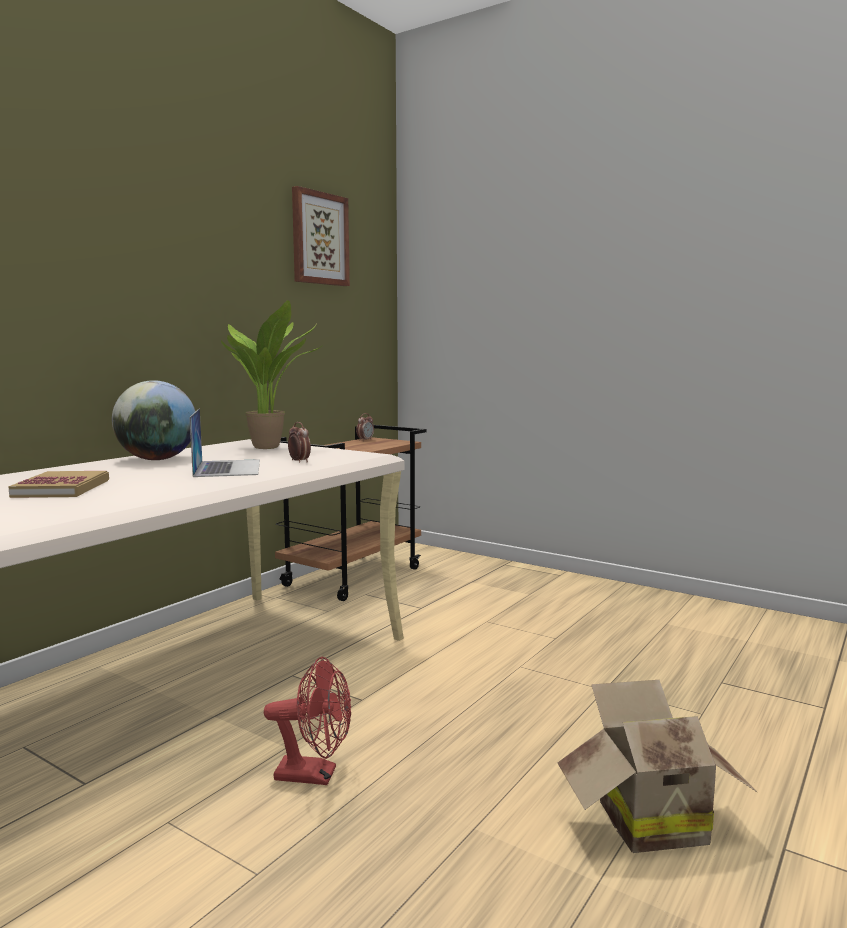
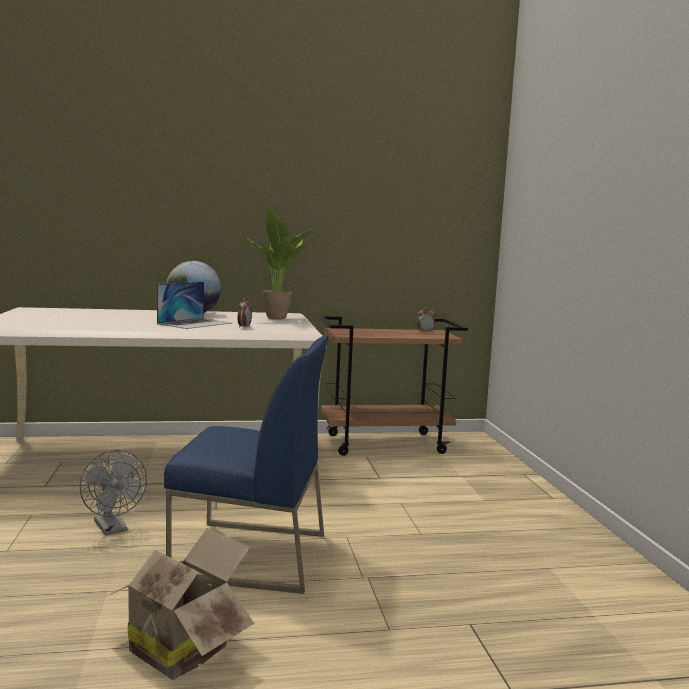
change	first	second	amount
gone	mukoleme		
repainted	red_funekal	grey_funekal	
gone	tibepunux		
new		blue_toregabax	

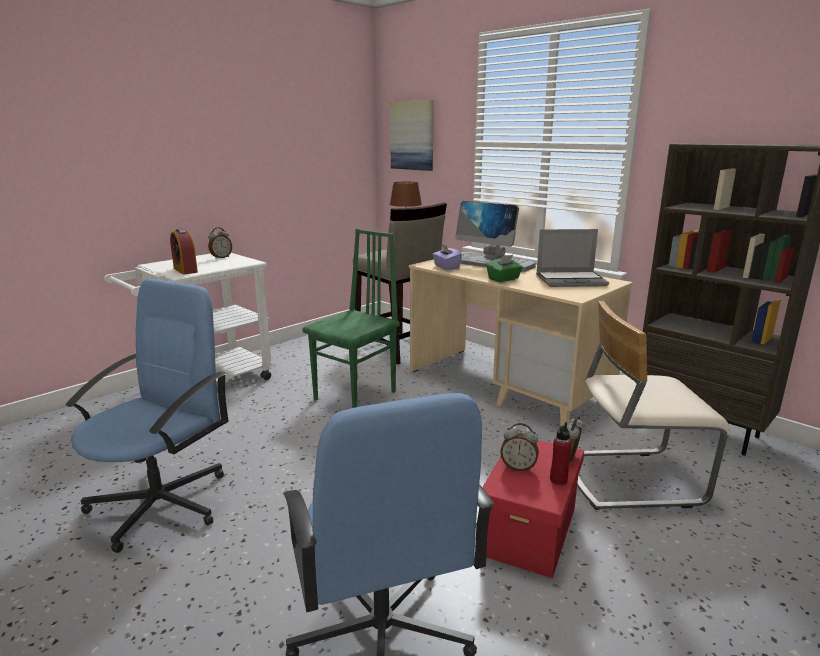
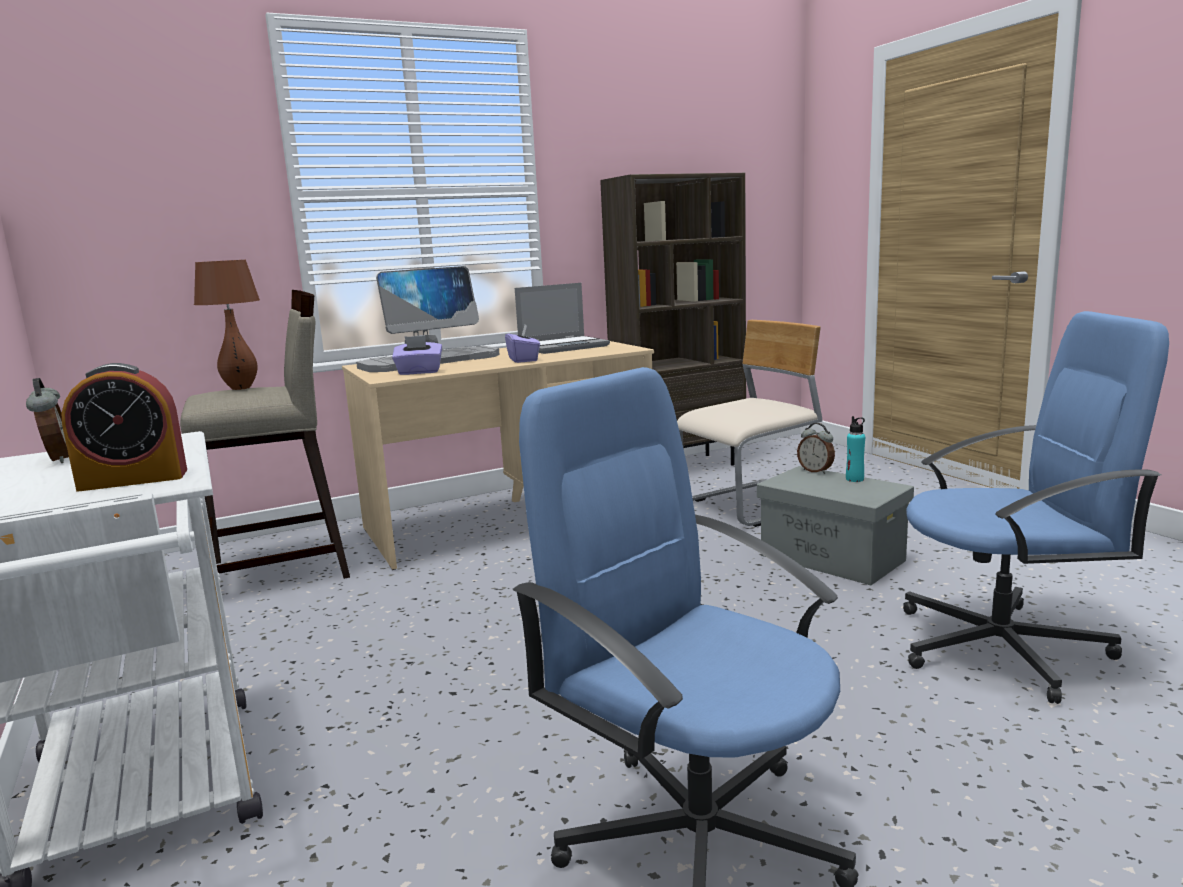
change	first	second	amount
gone	green_toregabax		
gone	tibepunux		
repainted	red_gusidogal	grey_gusidogal	
repainted	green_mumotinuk	purple_mumotinuk (no. 2 from left)	
gone	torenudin (no. 3 from left)		
rotated	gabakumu		45 degrees clockwise
repainted	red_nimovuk	turquoise_nimovuk	
rotated	beige_toregabax		135 degrees counterclockwise

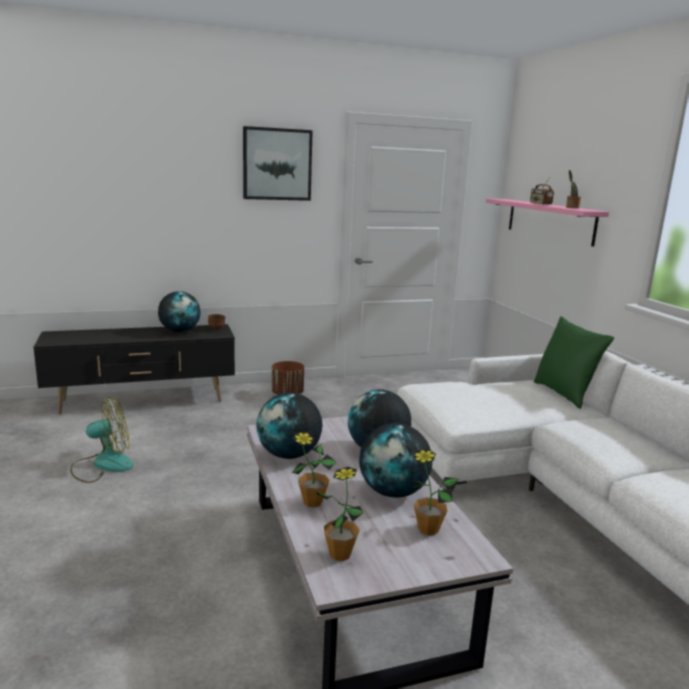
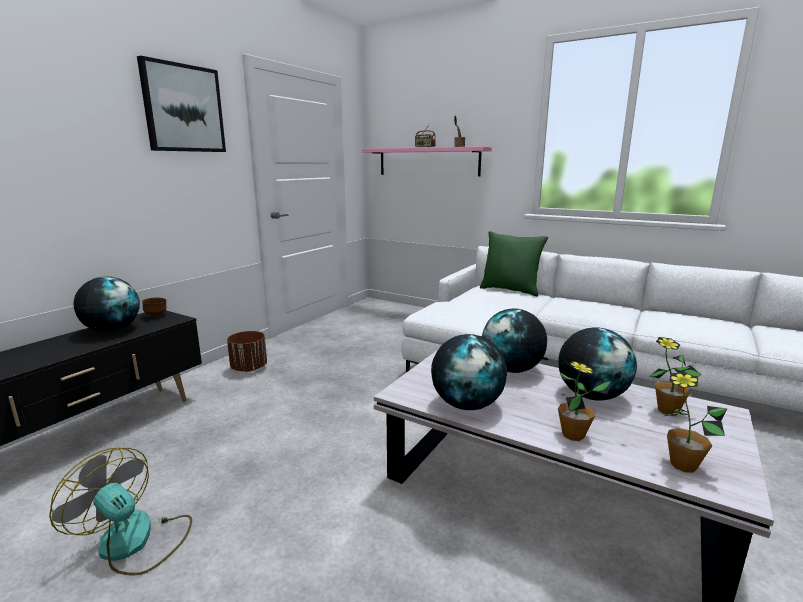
change	first	second	amount
rotated	funekal		90 degrees counterclockwise

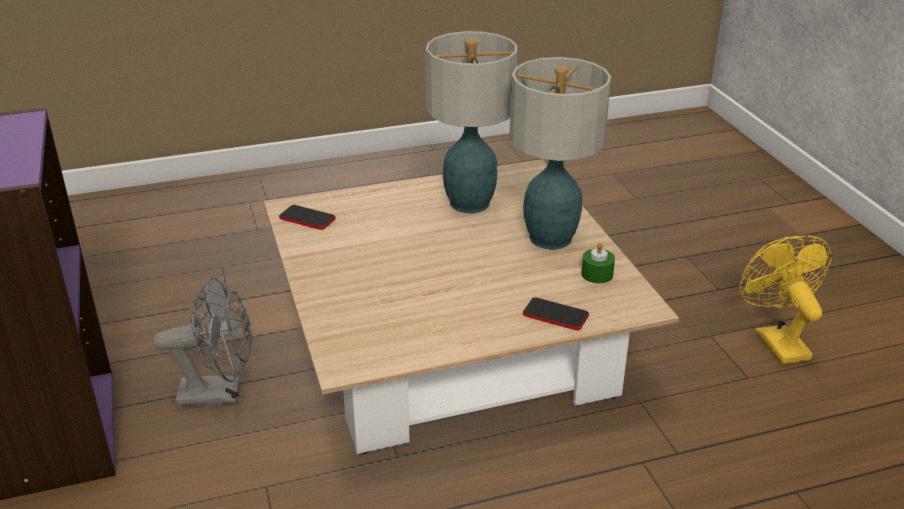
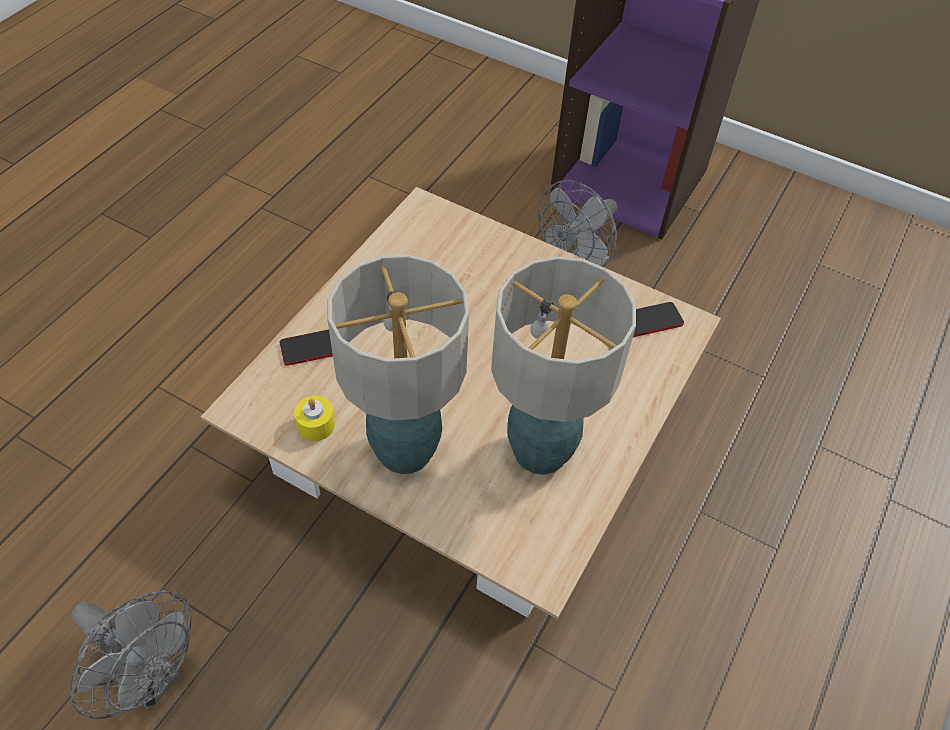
change	first	second	amount
repainted	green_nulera	yellow_nulera	
repainted	yellow_funekal	grey_funekal (no. 1 from left)	

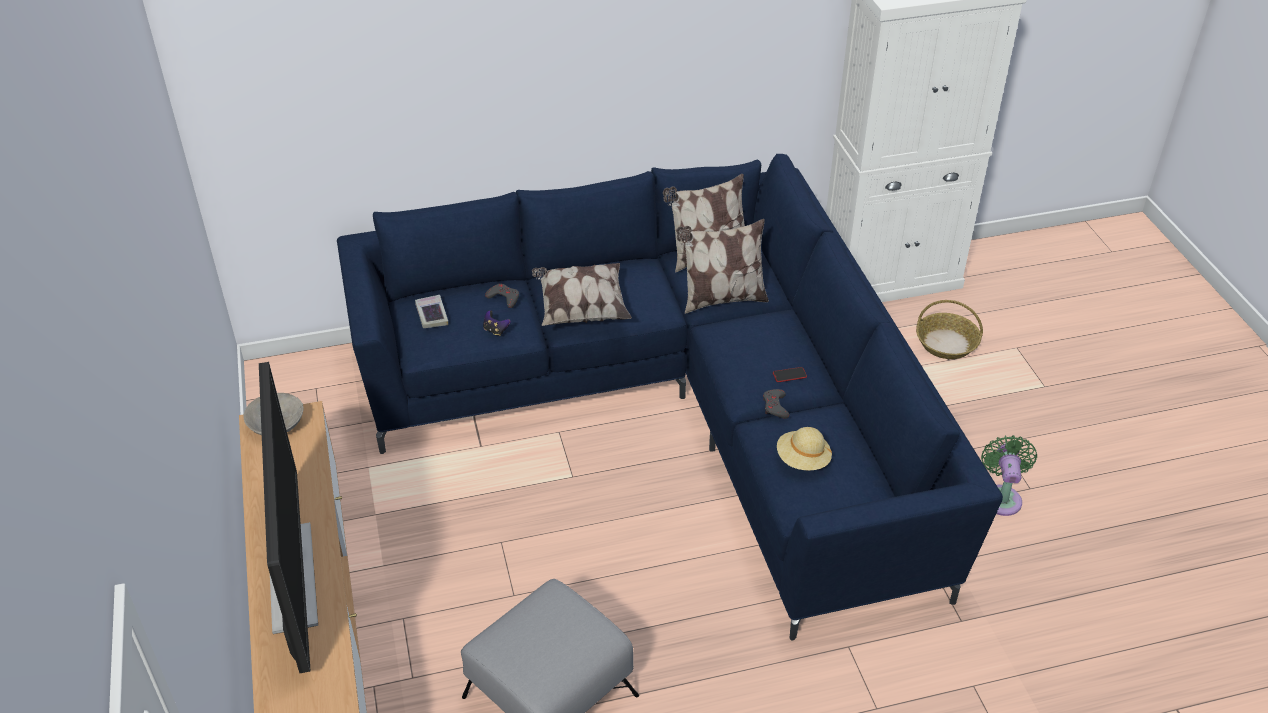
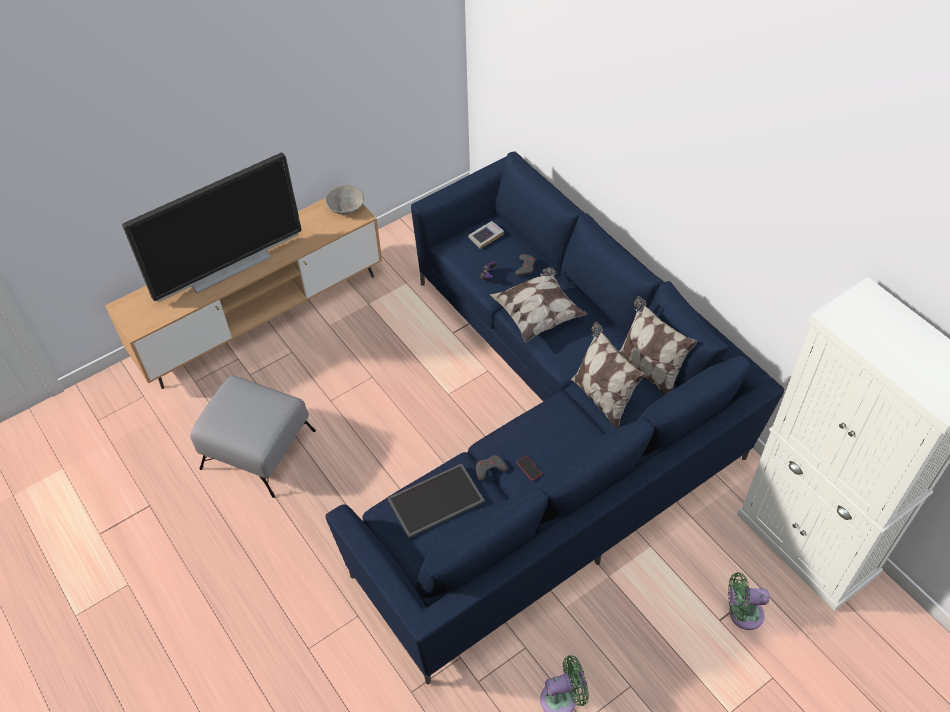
change	first	second	amount
swapped	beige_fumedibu	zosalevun	
swapped	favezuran	green_funekal (no. 2 from left)	

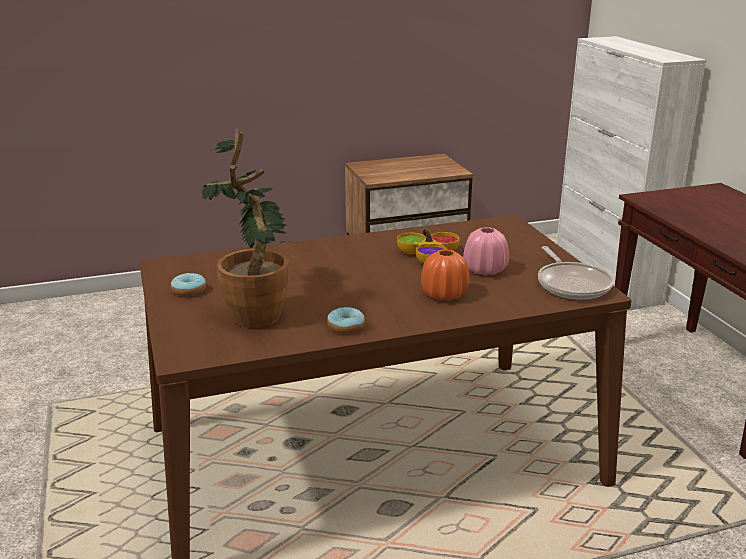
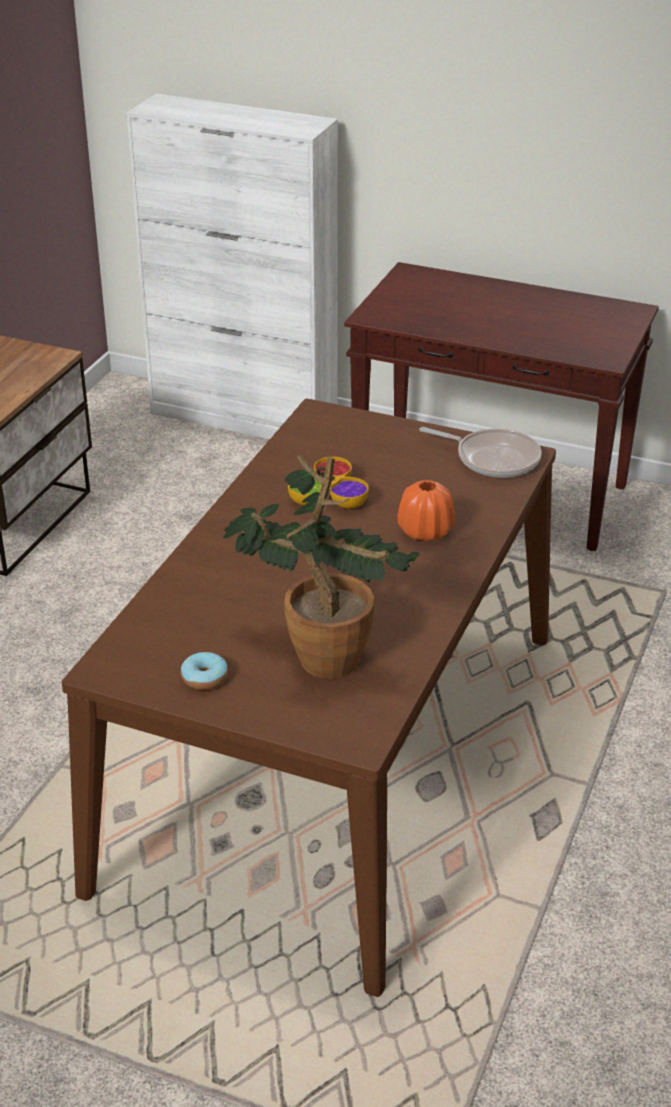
change	first	second	amount
gone	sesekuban (no. 2 from left)		
gone	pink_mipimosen		

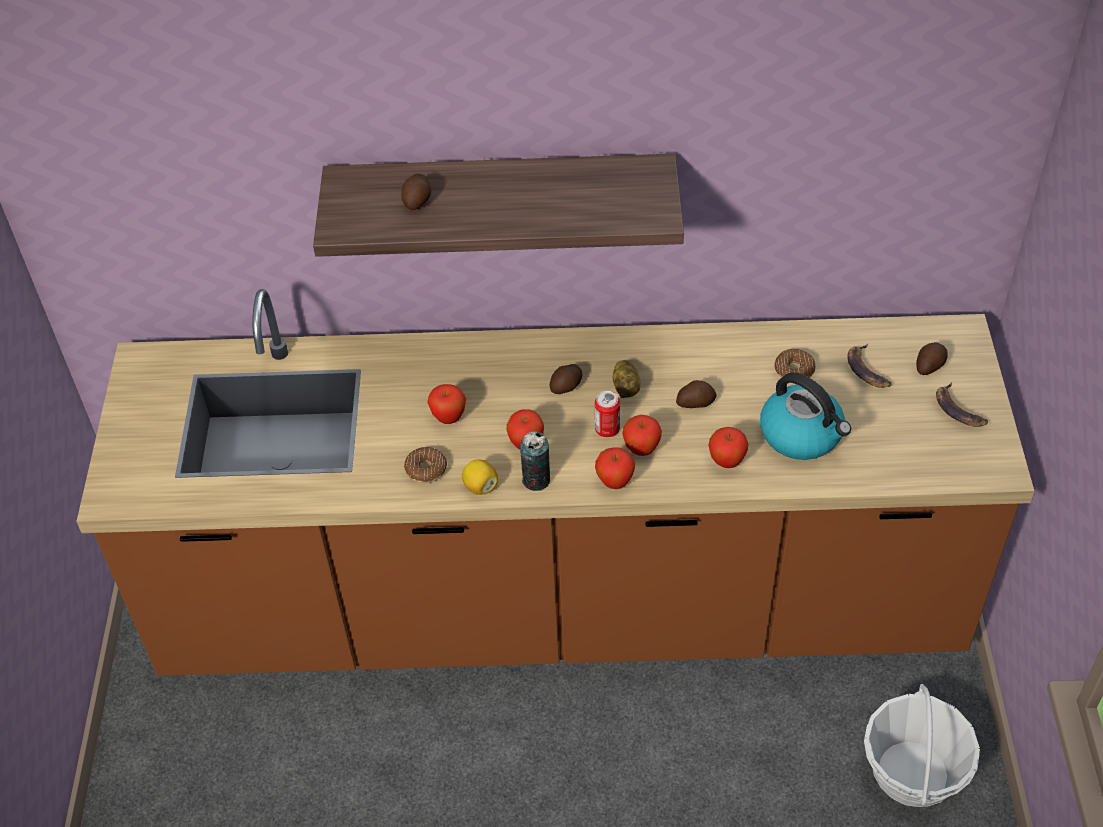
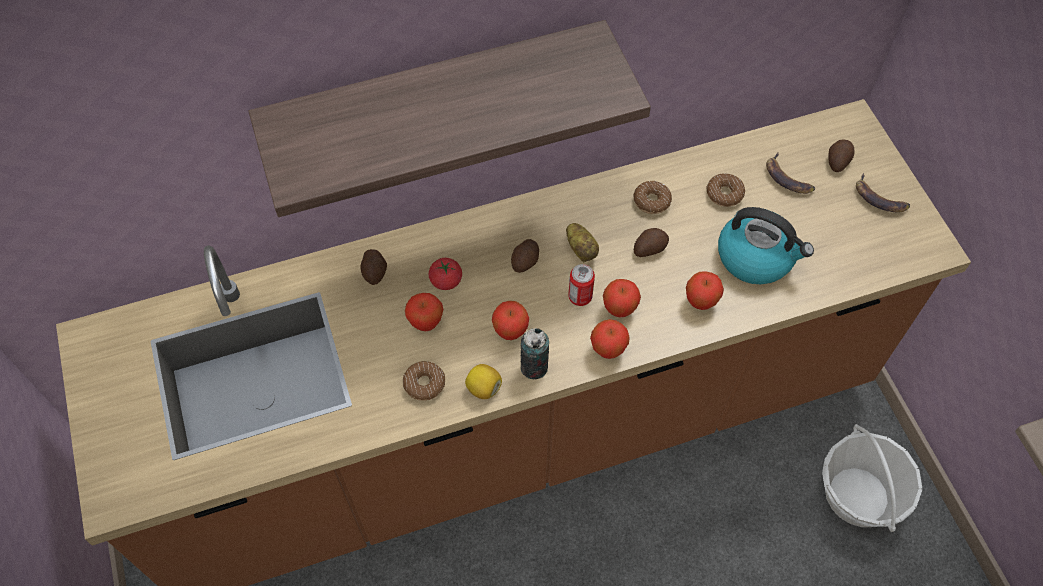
change	first	second	amount
shifted	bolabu (no. 1 from left)		
new		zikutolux	
new		sesekuban (no. 2 from left)	

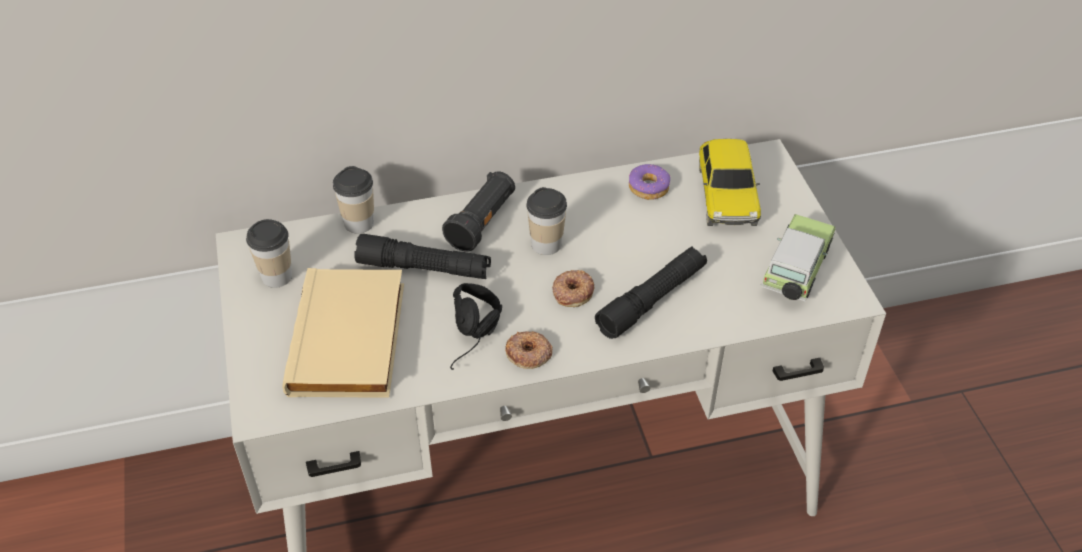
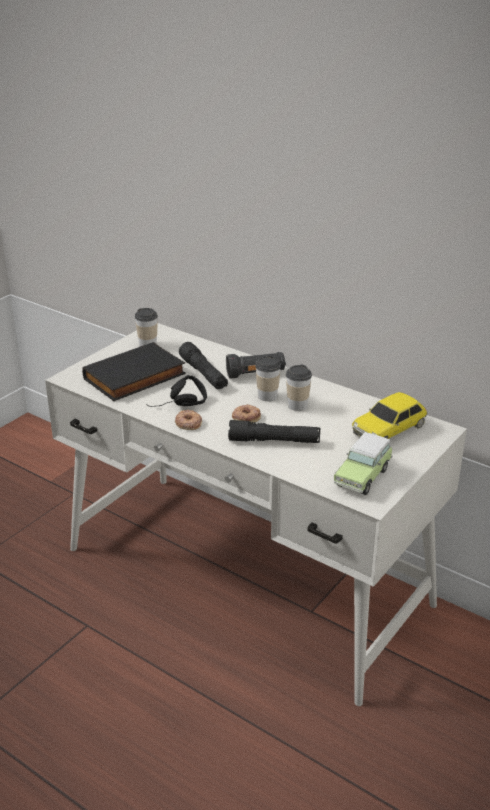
change	first	second	amount
repainted	beige_mukoleme	black_mukoleme	
shifted	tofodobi (no. 2 from left in the first image)	tofodobi (no. 3 from left)	
gone	sesekuban (no. 3 from left)		
rotated	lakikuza (no. 2 from left in the first image)	lakikuza (no. 1 from left)	135 degrees clockwise

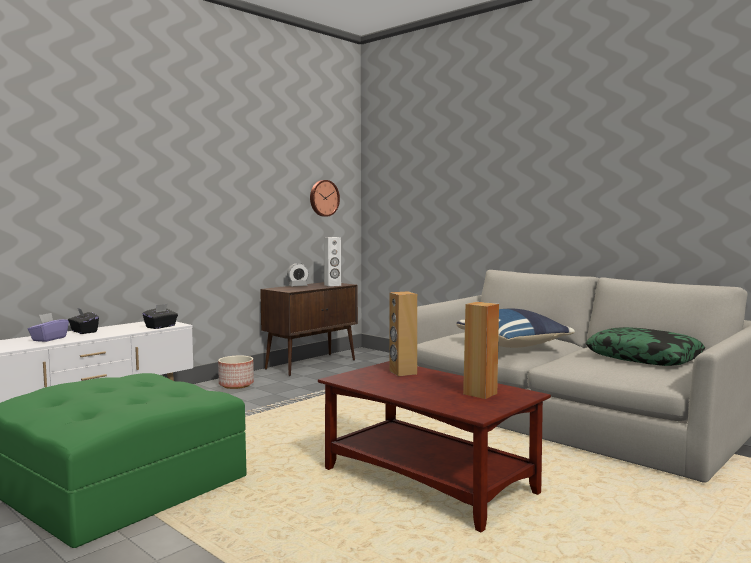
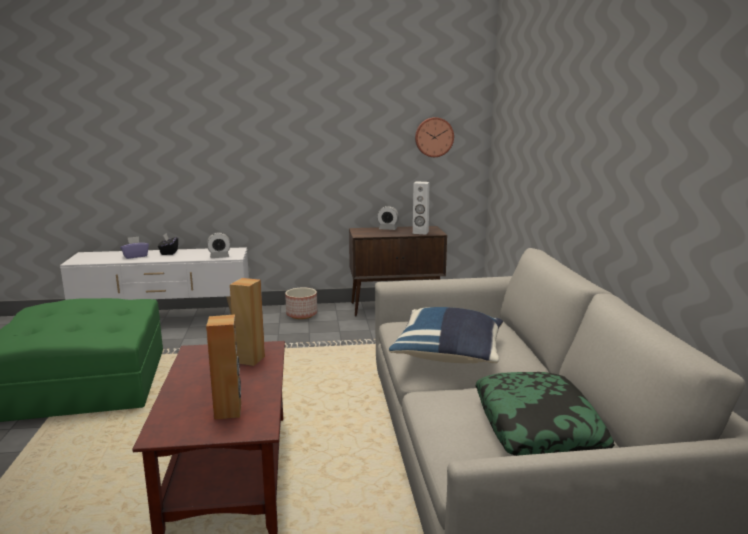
change	first	second	amount
swapped	black_mumotinuk (no. 2 from left)	torenudin (no. 1 from left)	

